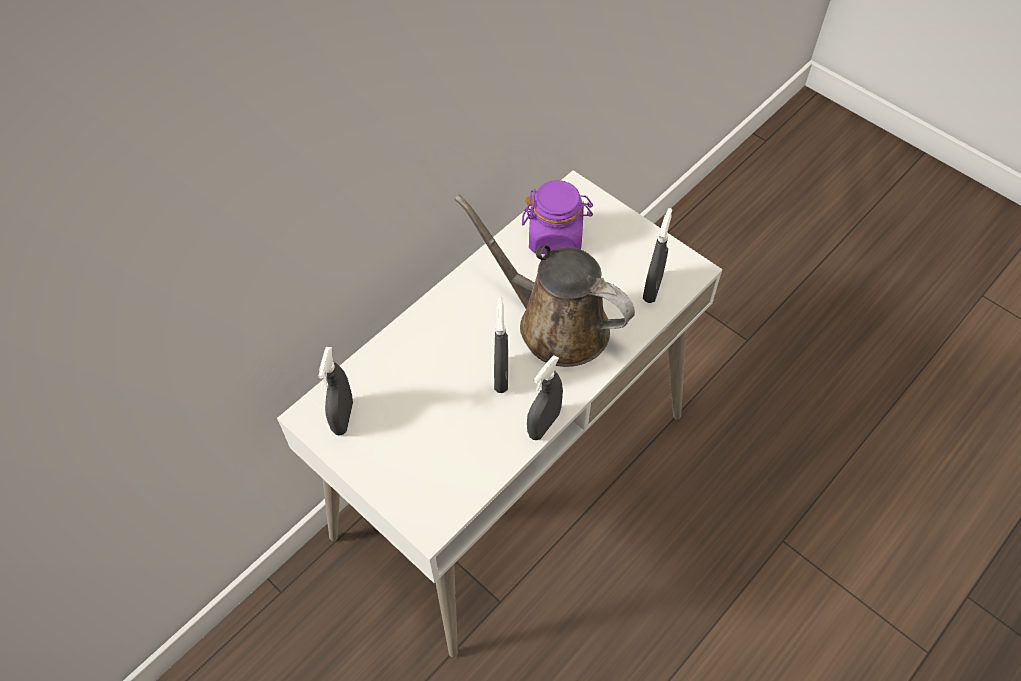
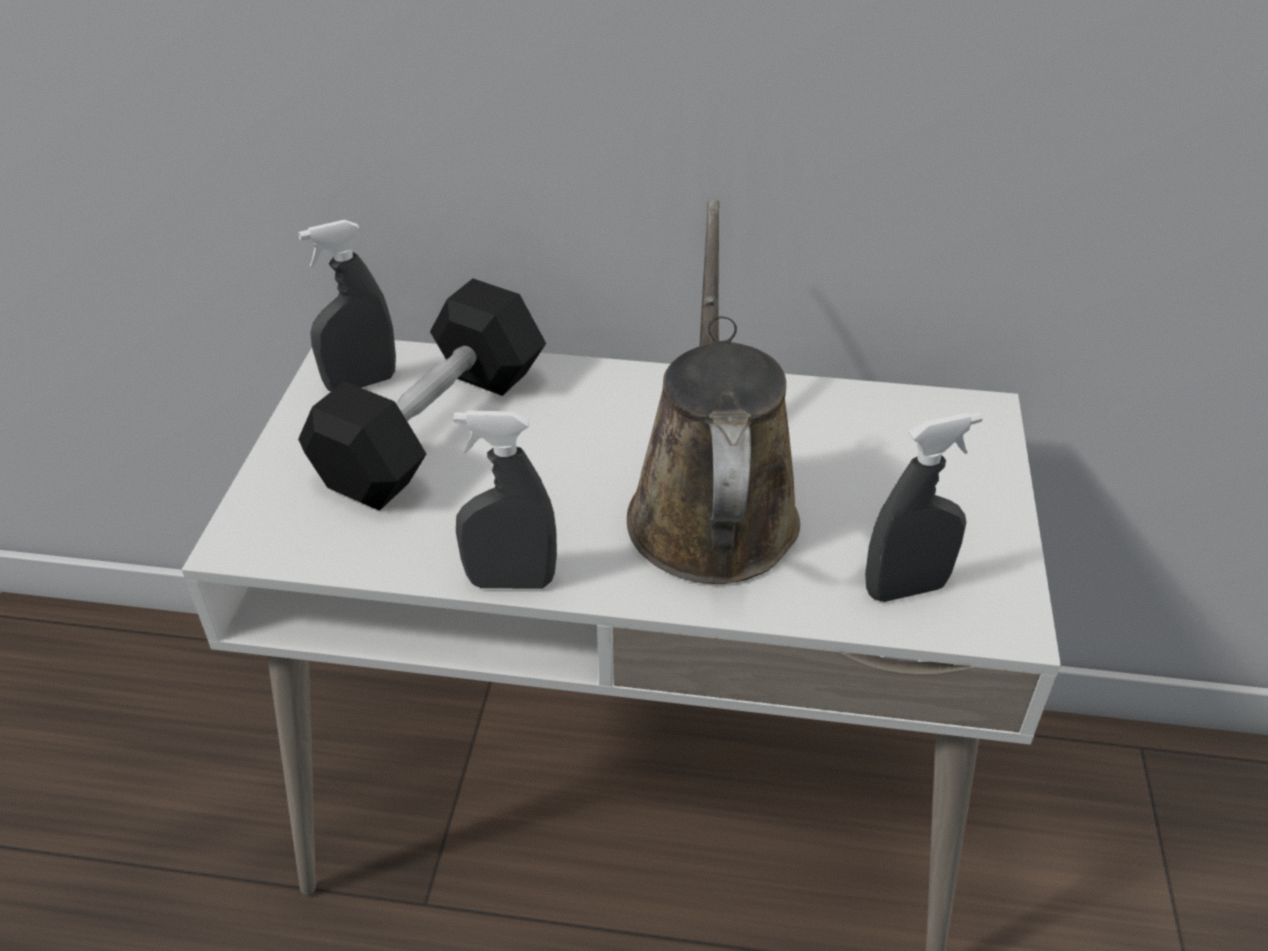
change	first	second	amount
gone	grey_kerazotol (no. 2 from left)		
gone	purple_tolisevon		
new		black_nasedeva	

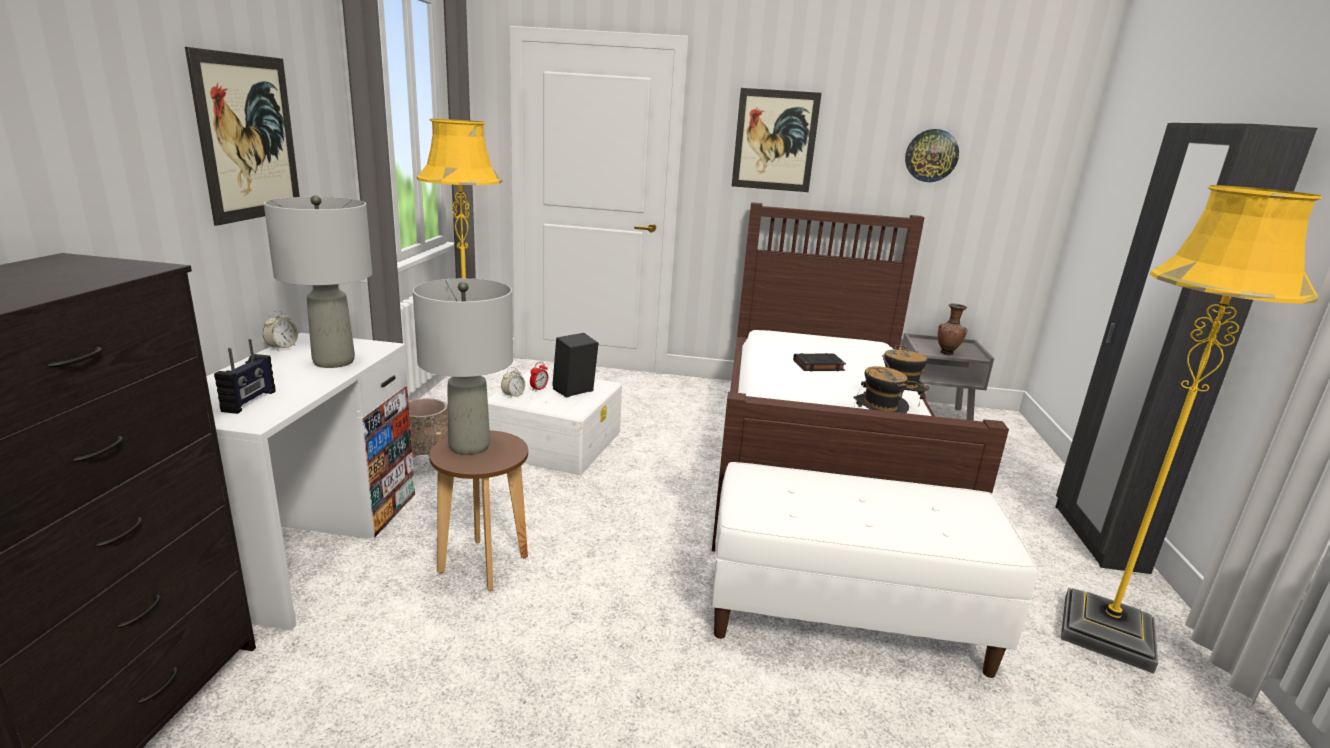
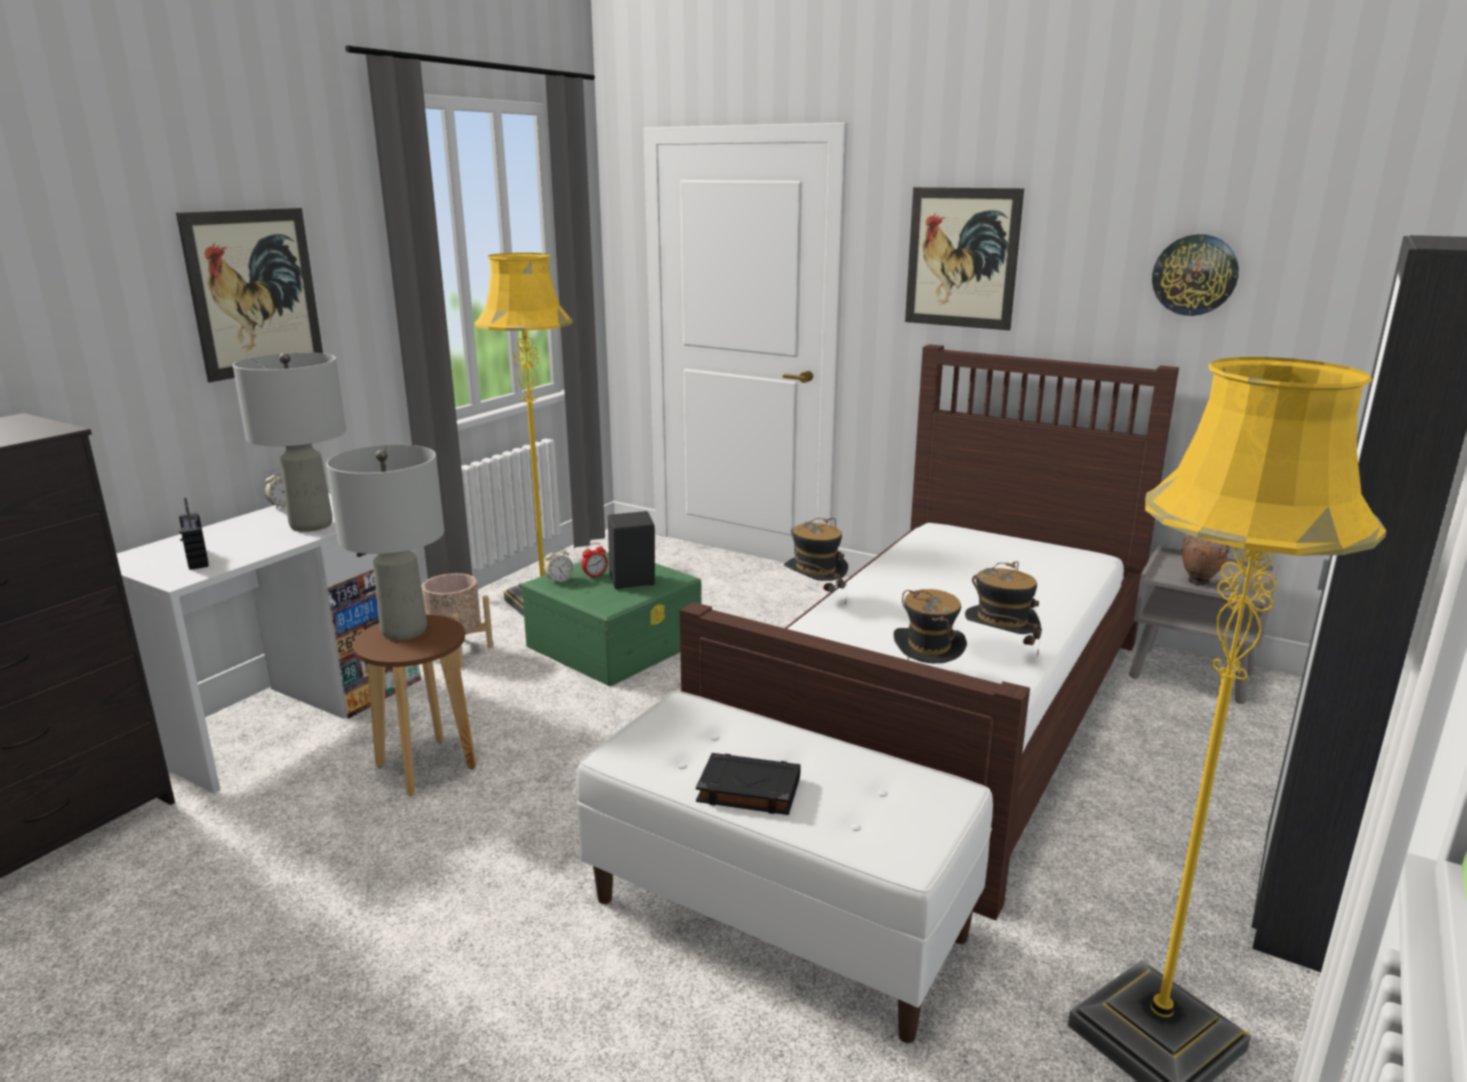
change	first	second	amount
rotated	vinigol		120 degrees clockwise
repainted	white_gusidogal	green_gusidogal	
shifted	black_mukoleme		
new		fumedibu (no. 1 from left)	

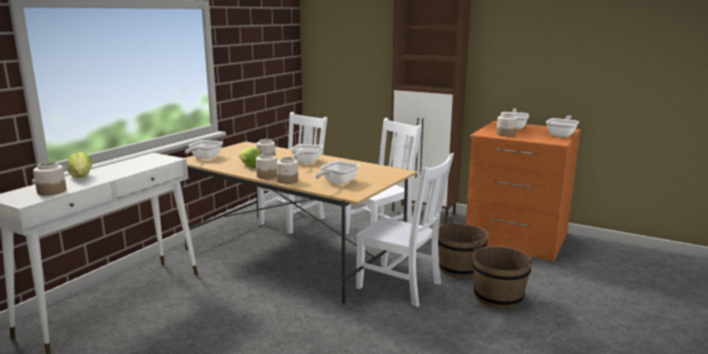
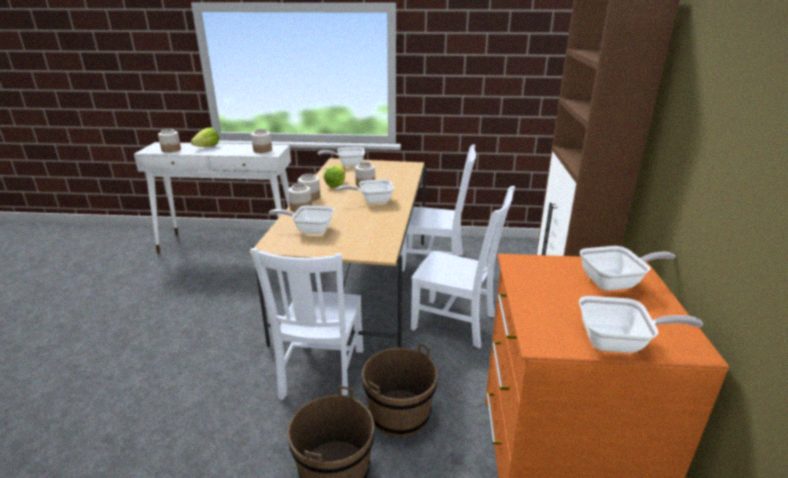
change	first	second	amount
shifted	tolisevon (no. 5 from left in the first image)	tolisevon (no. 2 from left)	

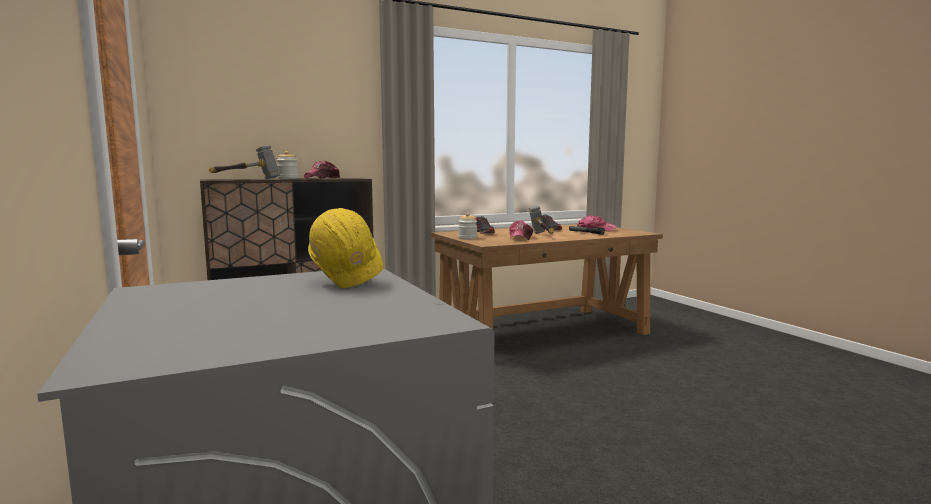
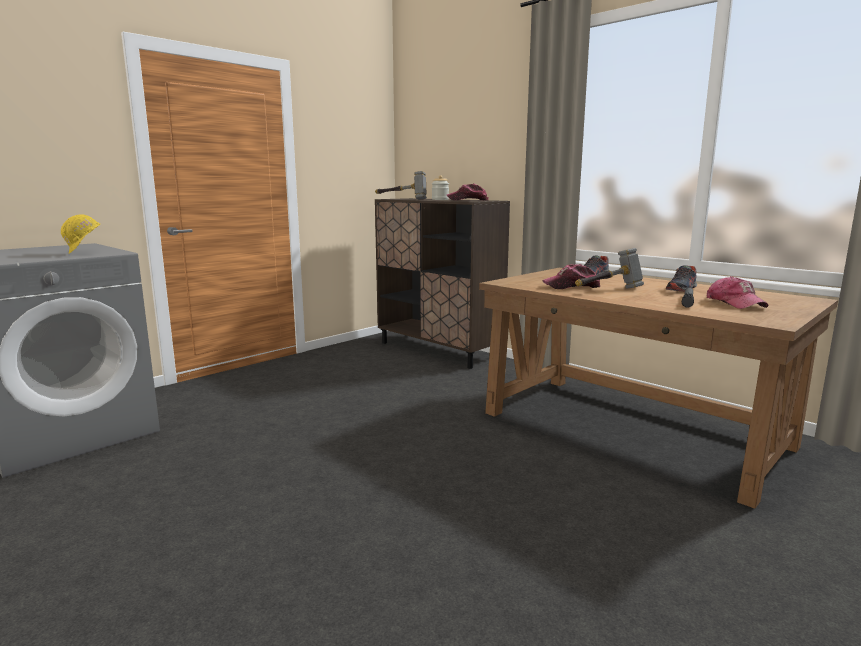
change	first	second	amount
gone	tolisevon (no. 2 from left)		

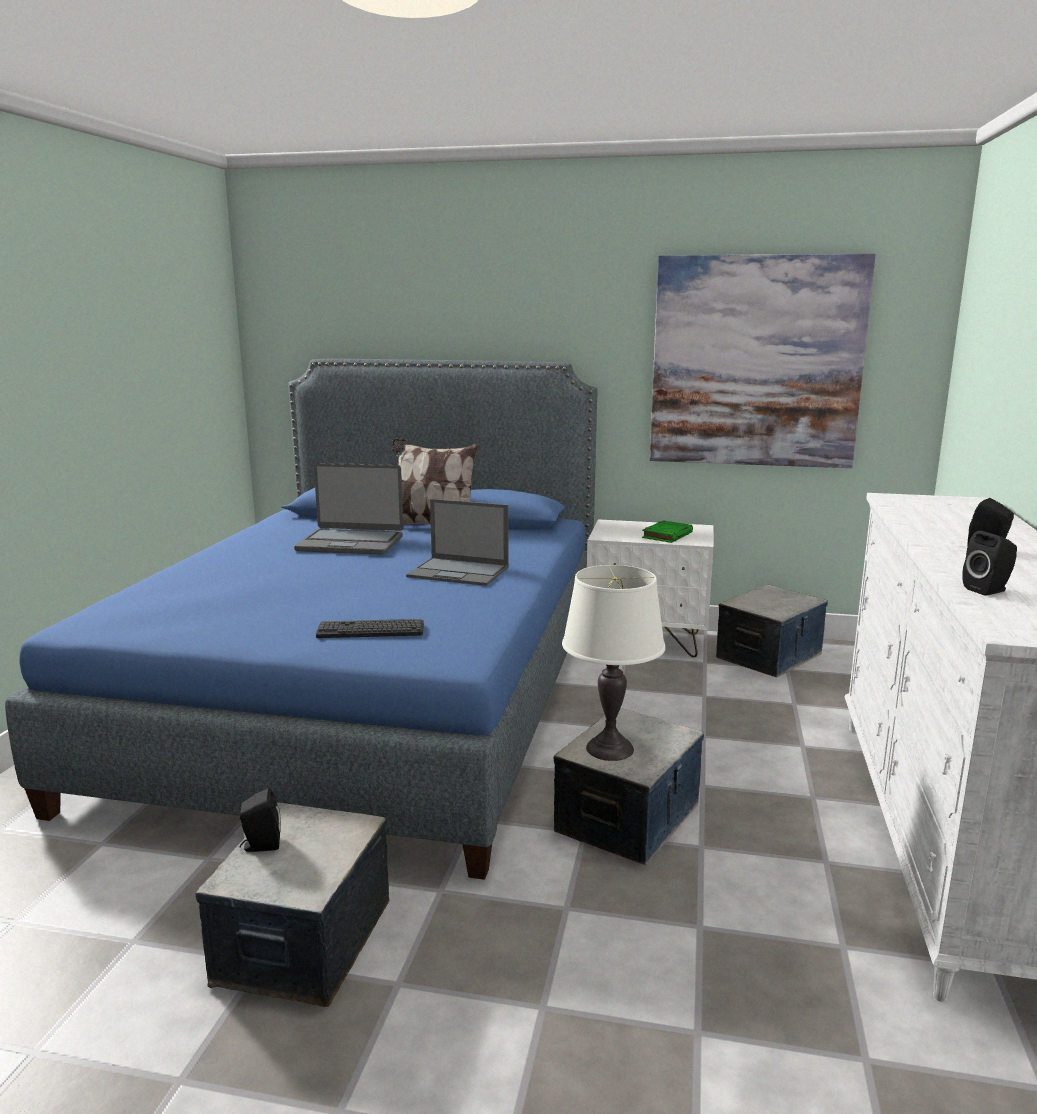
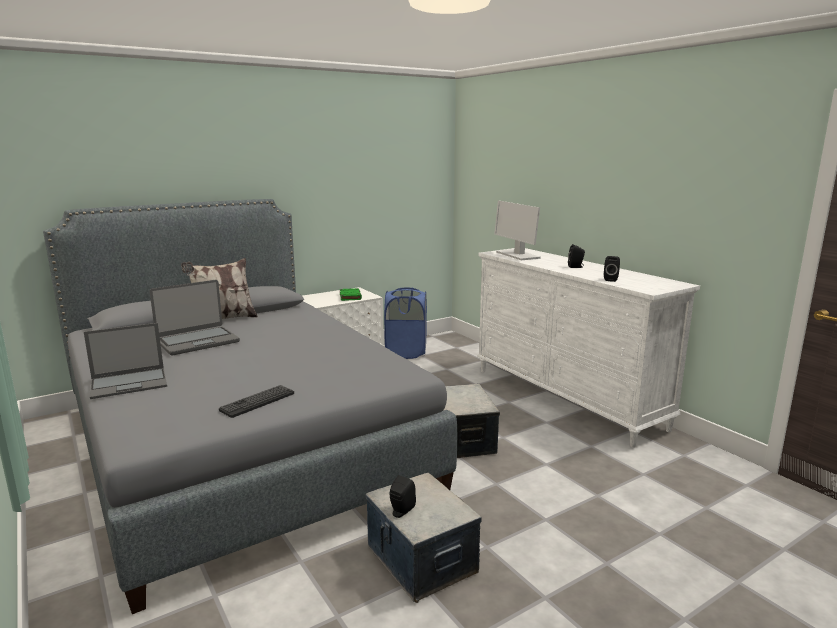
change	first	second	amount
repainted	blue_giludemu	grey_giludemu	
shifted	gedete		
shifted	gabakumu (no. 2 from left in the first image)	gabakumu (no. 1 from left)	
gone	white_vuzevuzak		
gone	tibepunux		
swapped	gusidogal (no. 3 from left)	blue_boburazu	
new		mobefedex	

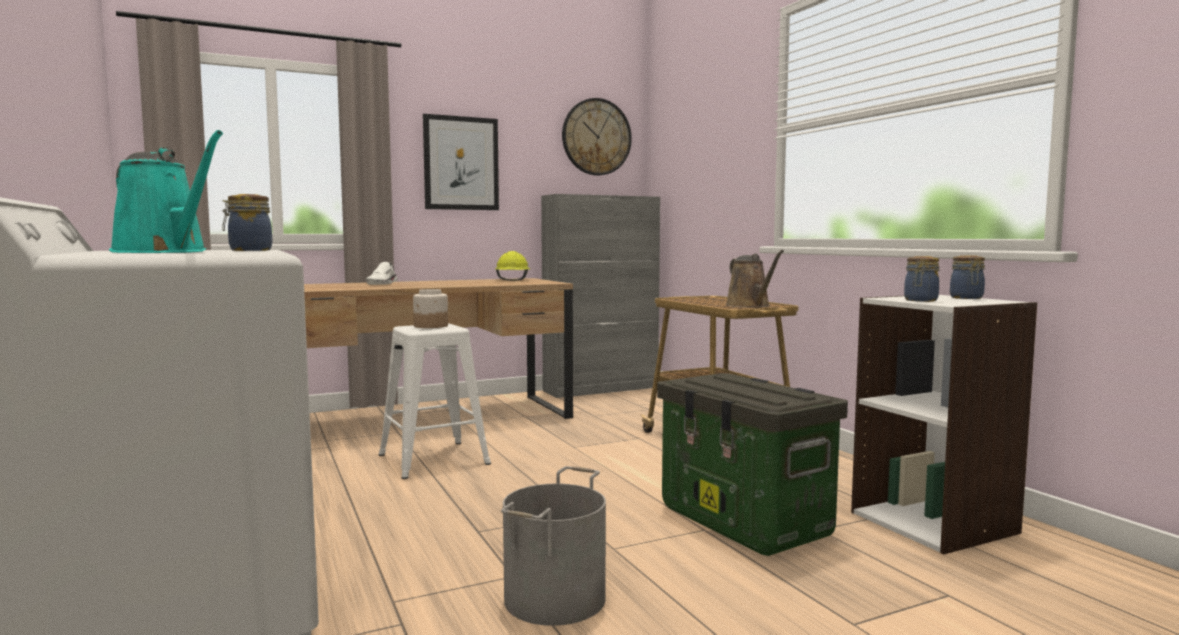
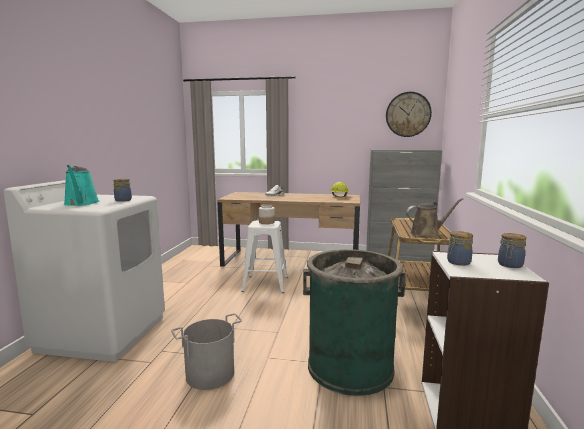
change	first	second	amount
gone	tibepunux		
swapped	gusidogal	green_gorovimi	
rotated	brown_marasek		120 degrees counterclockwise

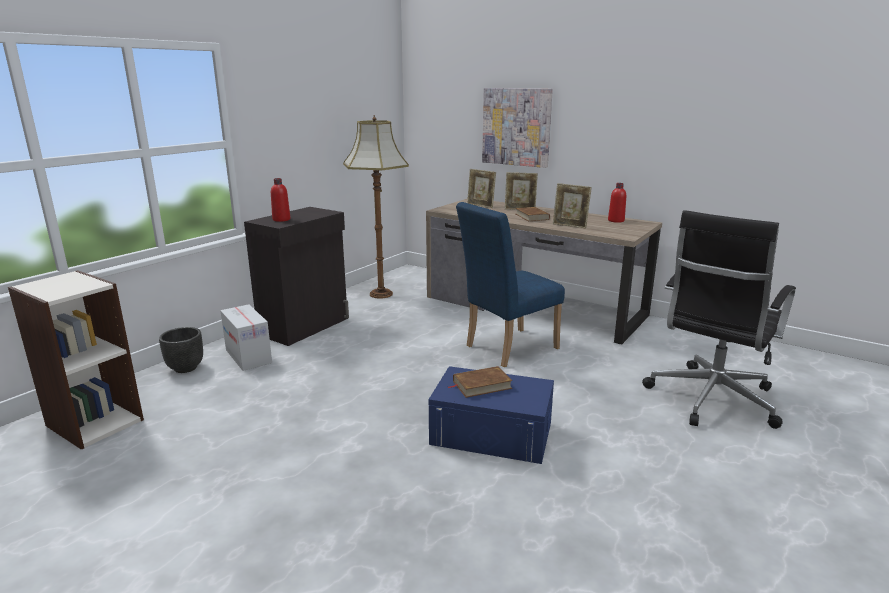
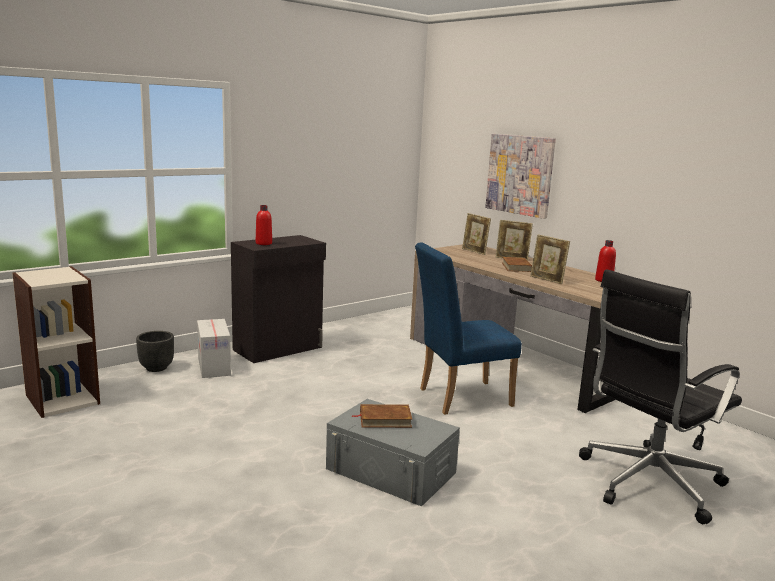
change	first	second	amount
gone	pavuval		
repainted	blue_gusidogal	grey_gusidogal	

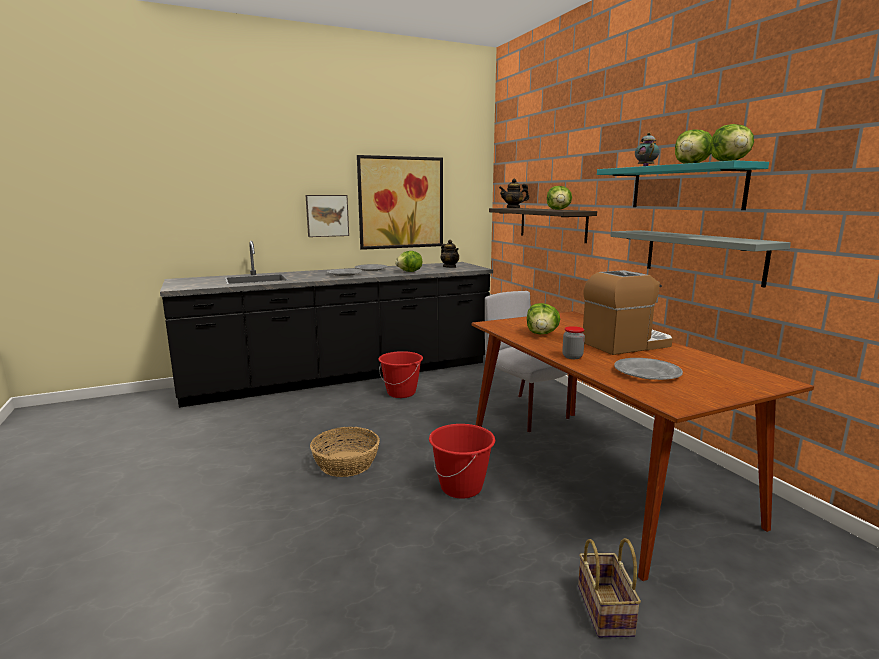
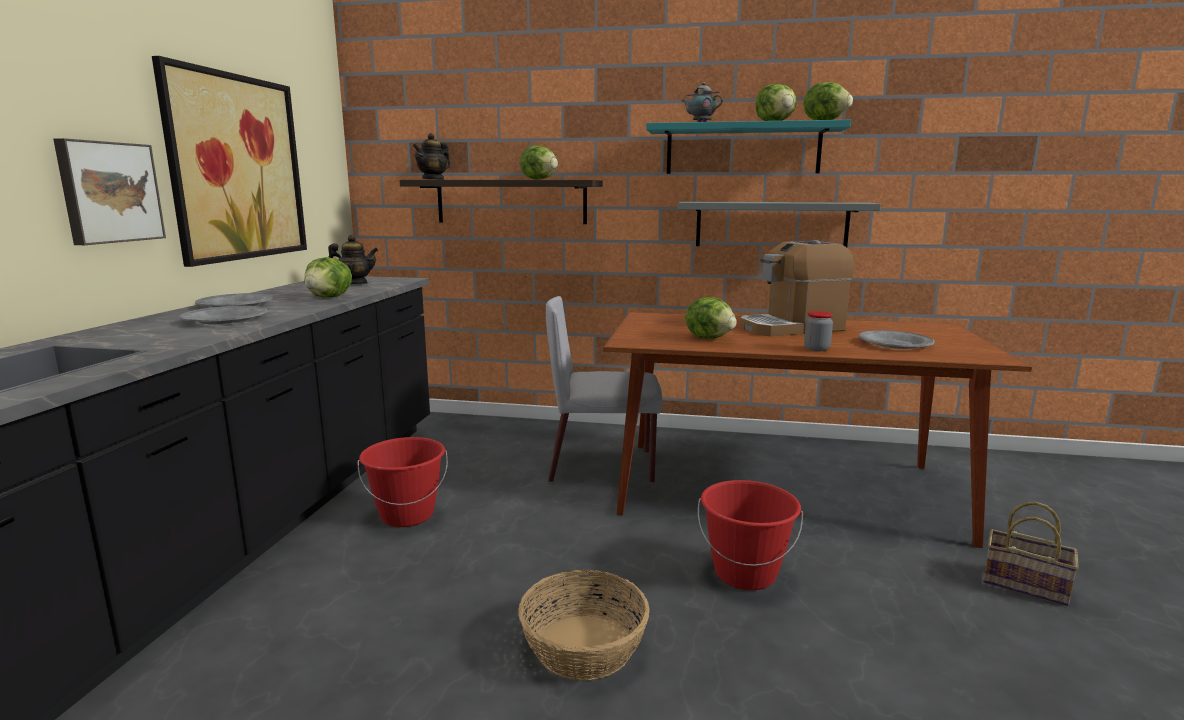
change	first	second	amount
rotated	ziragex		120 degrees counterclockwise

